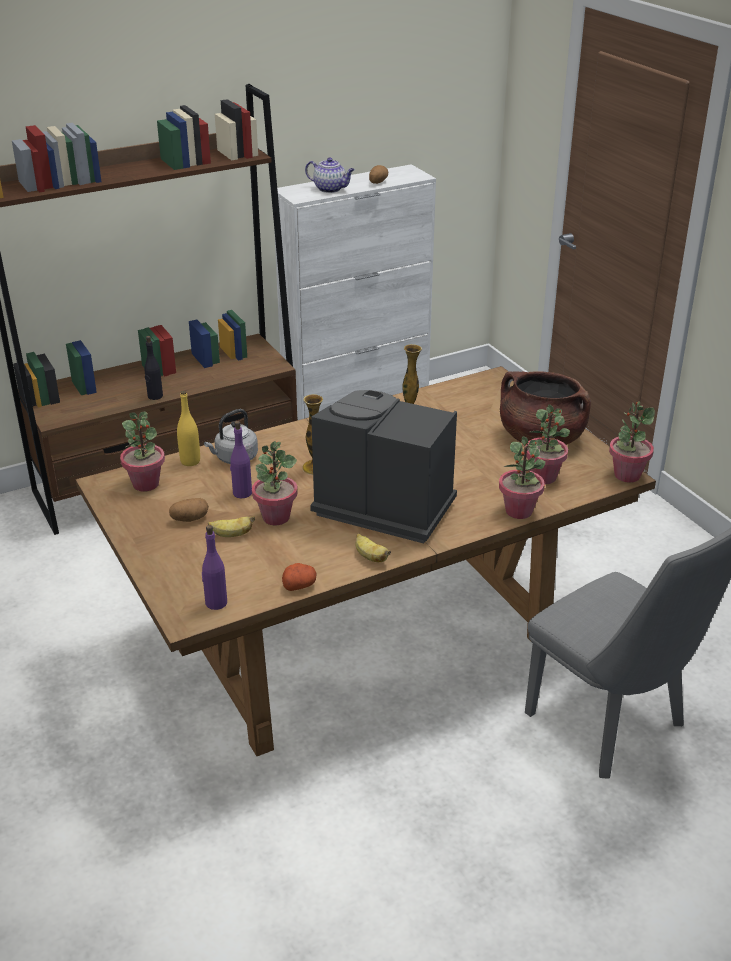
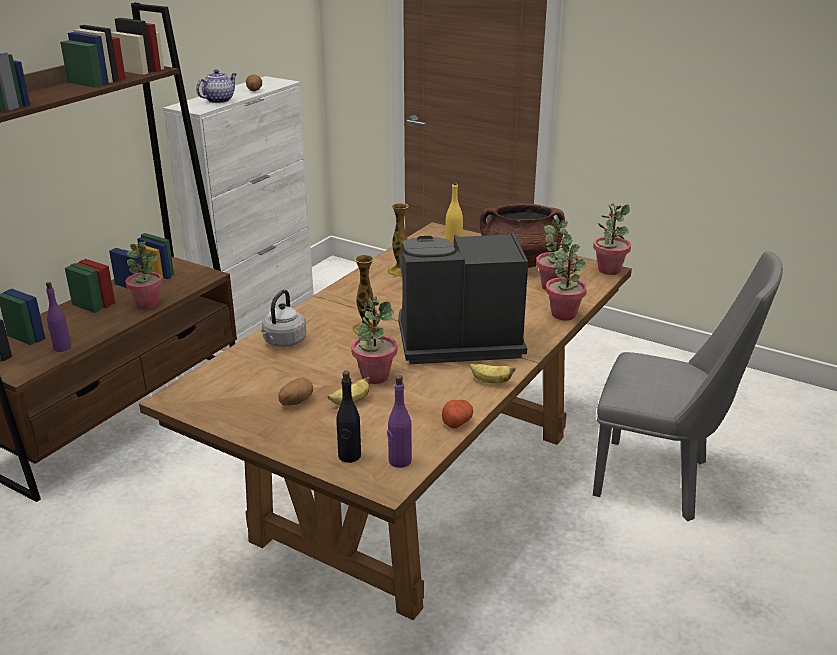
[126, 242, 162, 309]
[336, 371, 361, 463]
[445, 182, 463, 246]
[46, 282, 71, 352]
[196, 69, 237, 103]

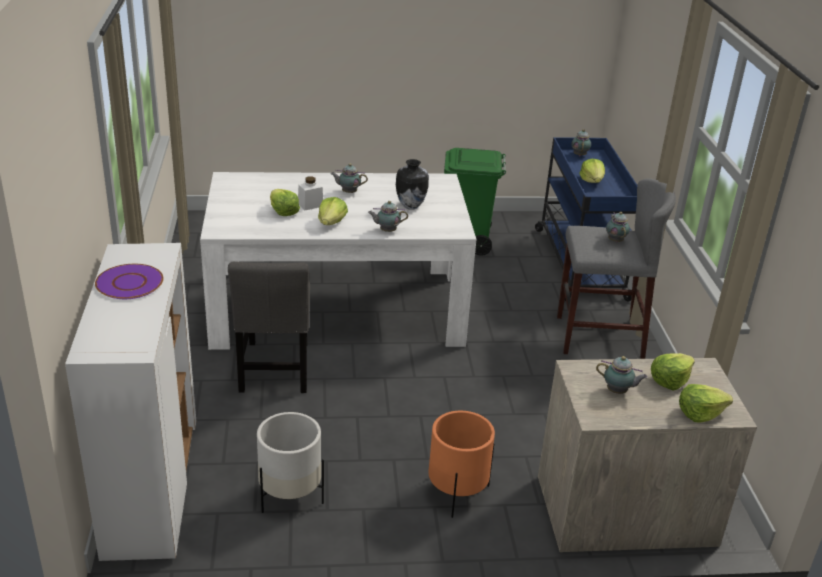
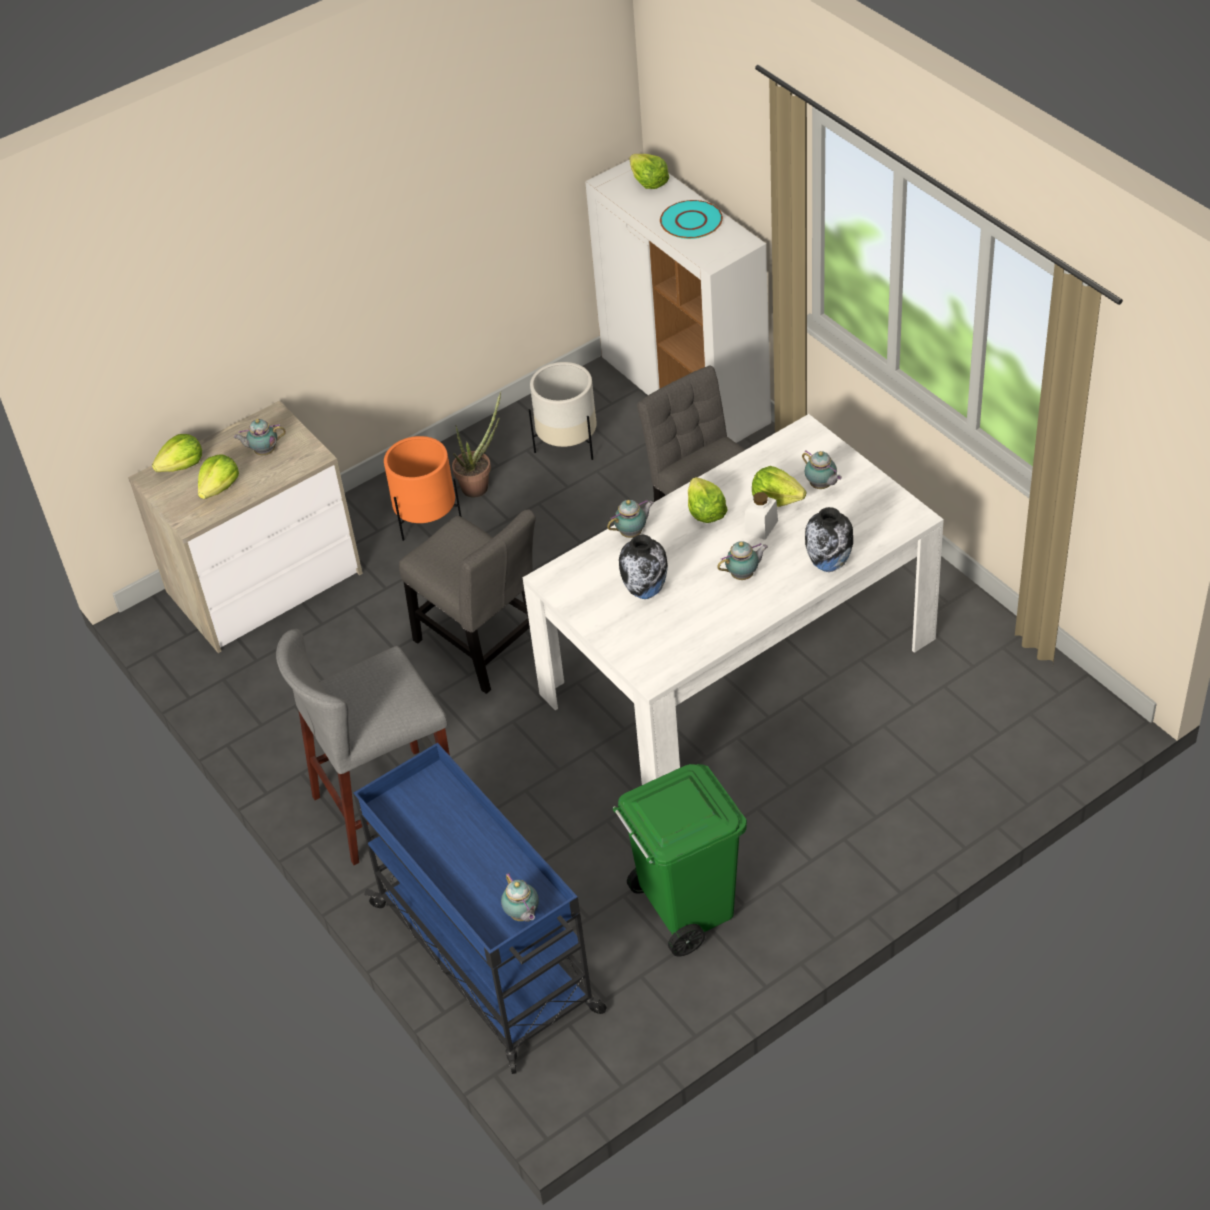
[660, 200, 723, 239]
[629, 154, 669, 189]
[802, 450, 842, 489]
[399, 509, 536, 694]
[452, 391, 501, 498]
[805, 507, 853, 572]

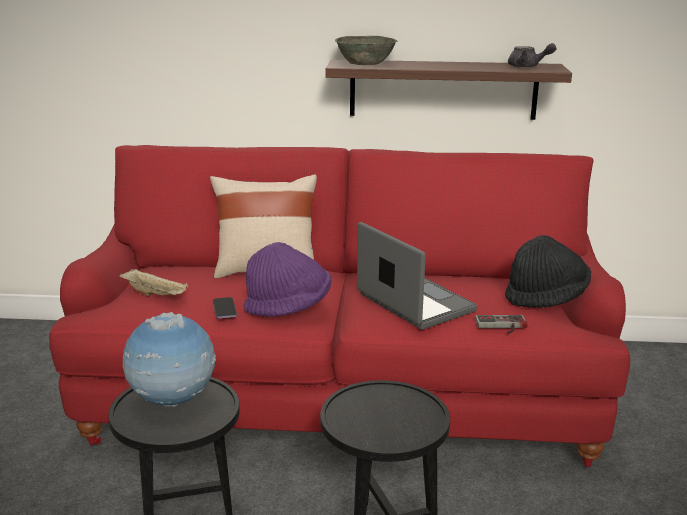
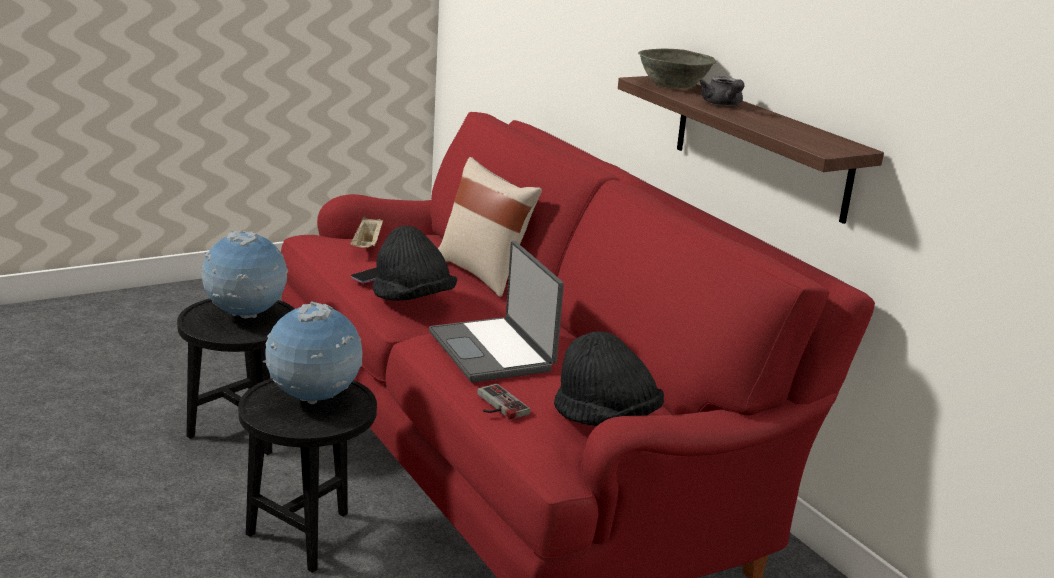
[372, 226, 457, 301]
[429, 241, 564, 383]
[699, 76, 744, 106]
[263, 301, 363, 404]

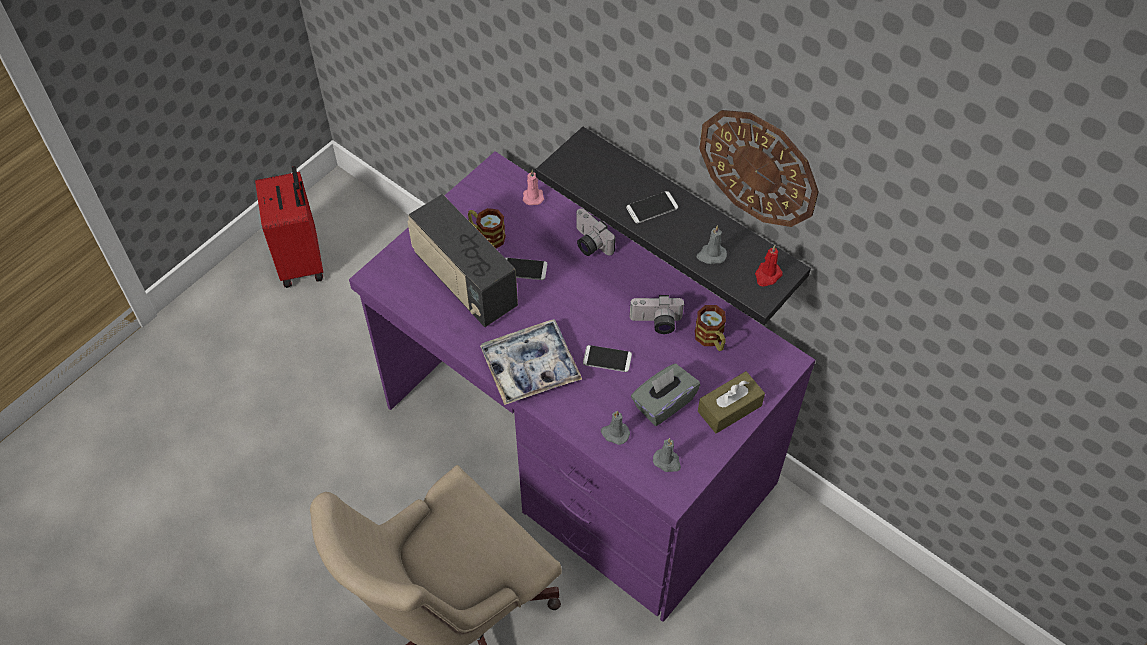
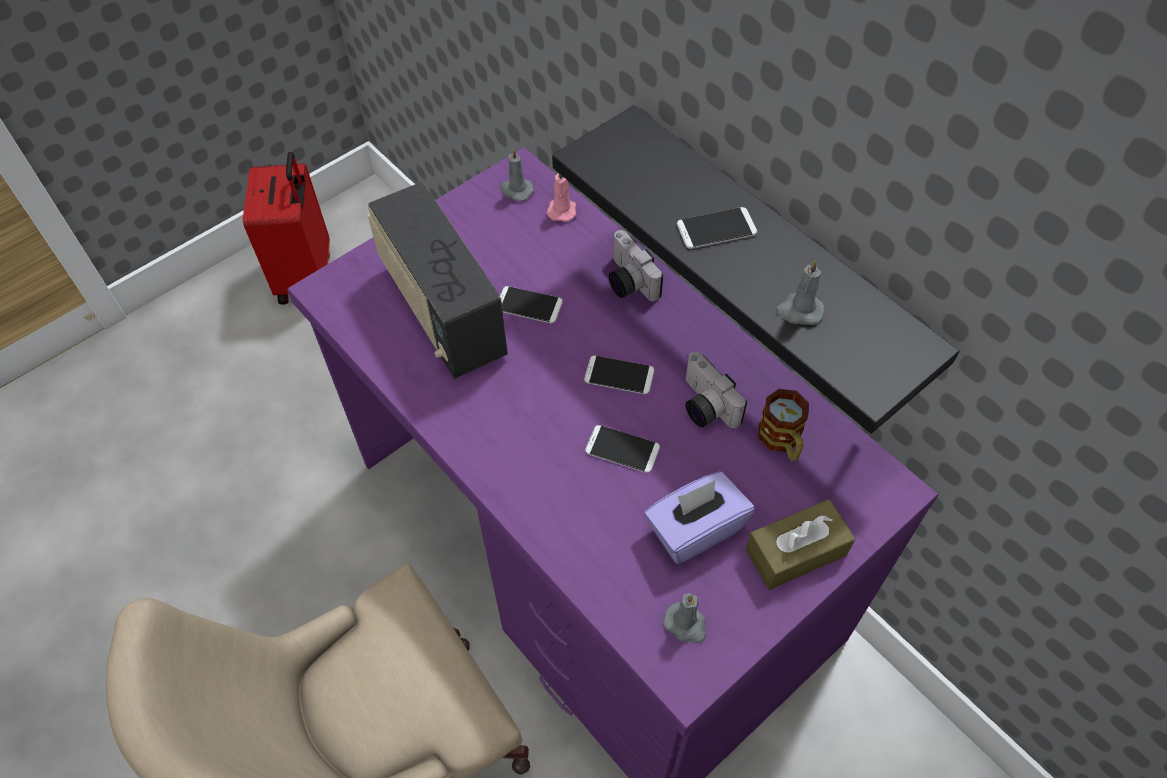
[468, 208, 506, 248] (first image)
[480, 319, 582, 405] (first image)
[500, 148, 534, 201]
[685, 352, 747, 428]
[644, 471, 755, 564]
[699, 110, 819, 227] (first image)
[755, 245, 783, 287] (first image)
[584, 356, 654, 394]

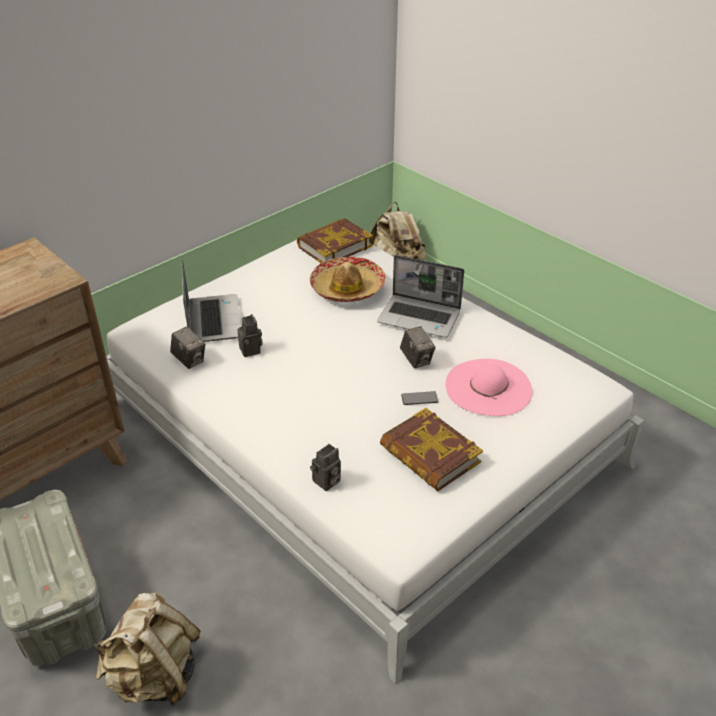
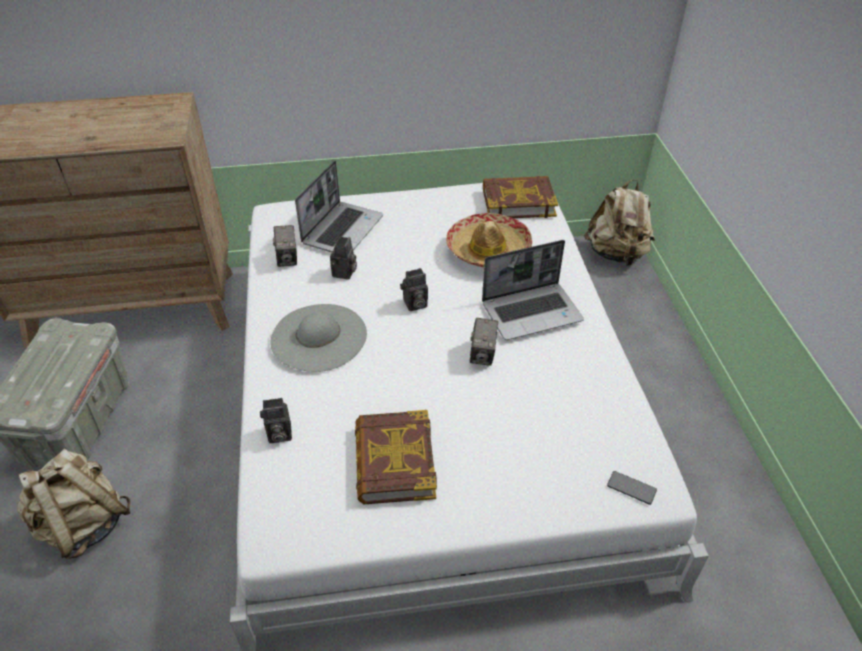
[482, 240, 584, 340]
[607, 471, 657, 505]
[446, 359, 532, 416] (first image)
[270, 304, 367, 372]
[400, 268, 428, 311]

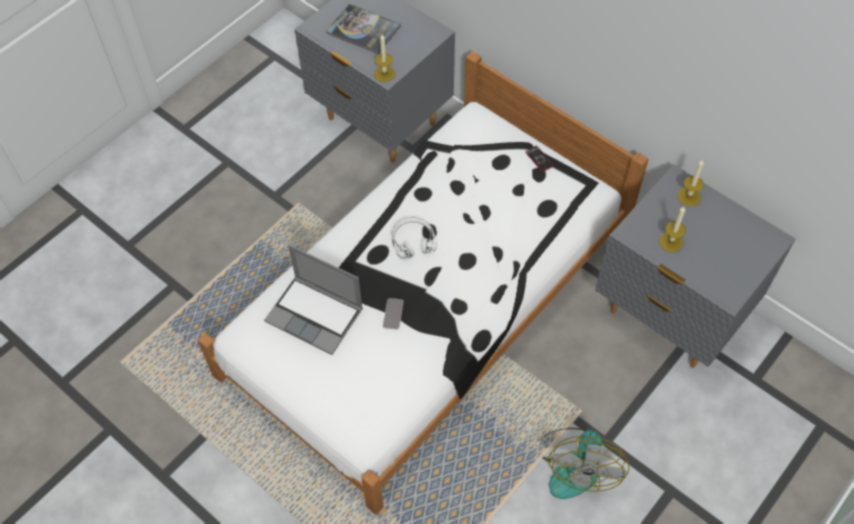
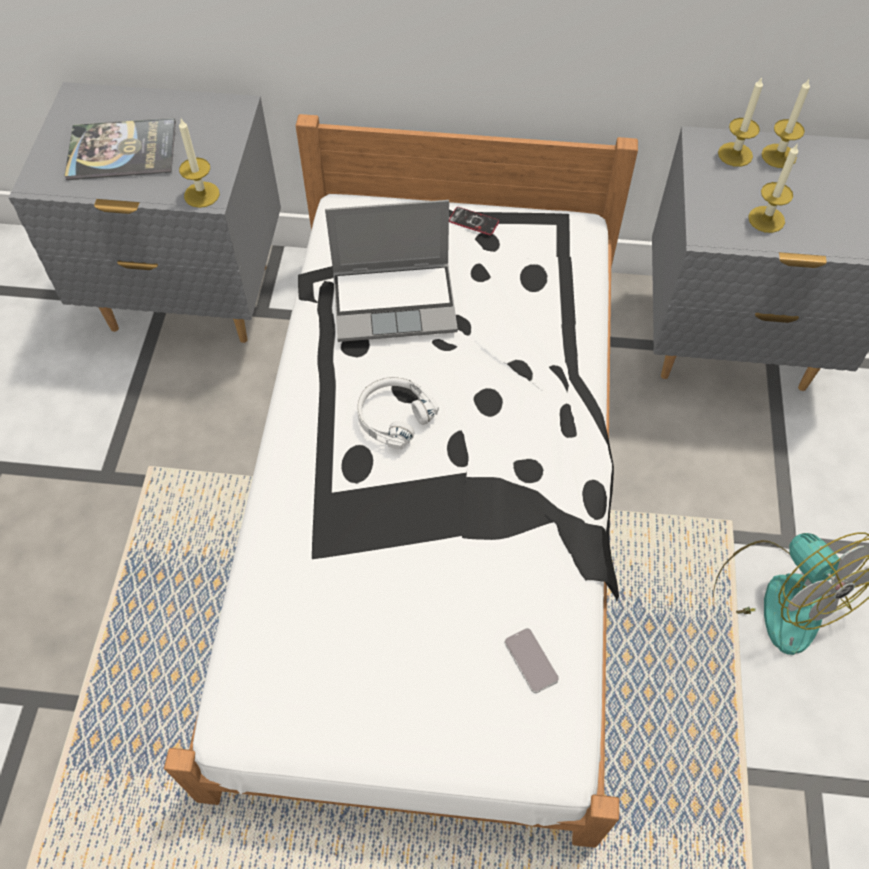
[325, 200, 458, 342]
[505, 628, 559, 693]
[762, 79, 810, 168]

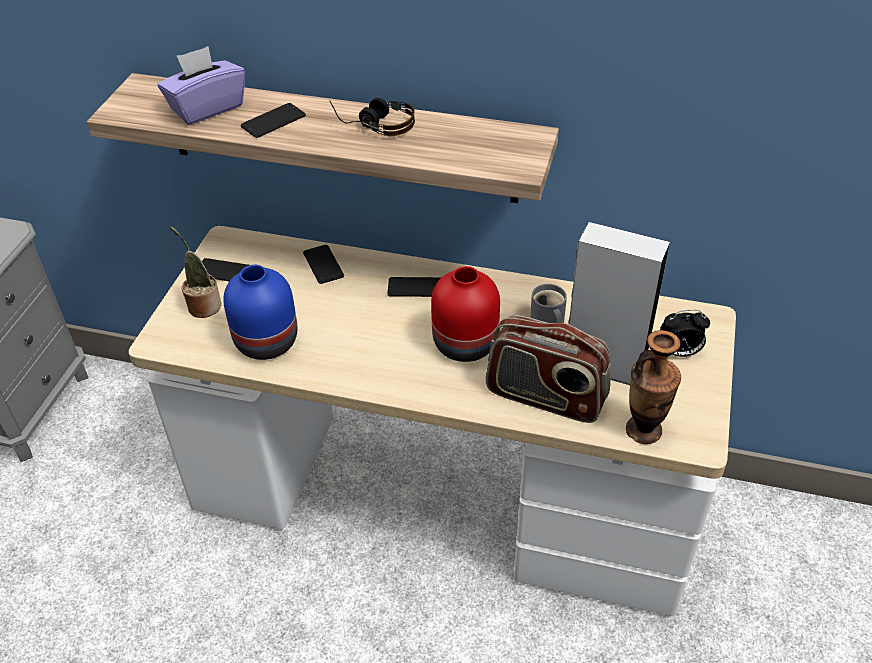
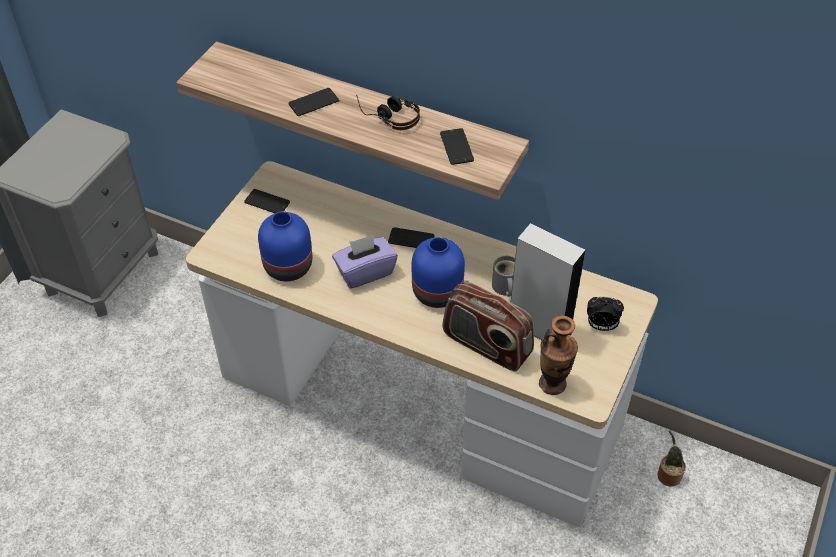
[332, 235, 398, 289]
[658, 430, 686, 487]
[440, 128, 474, 165]
[412, 237, 465, 308]

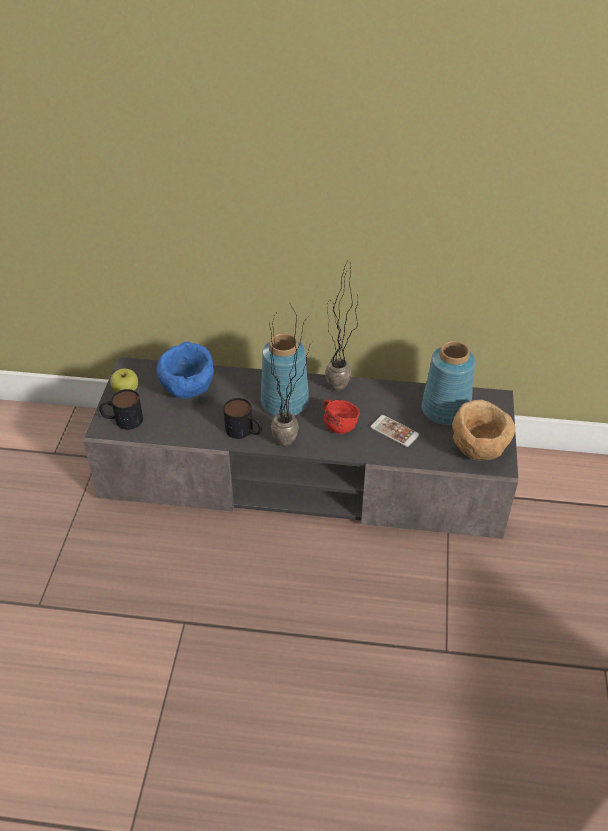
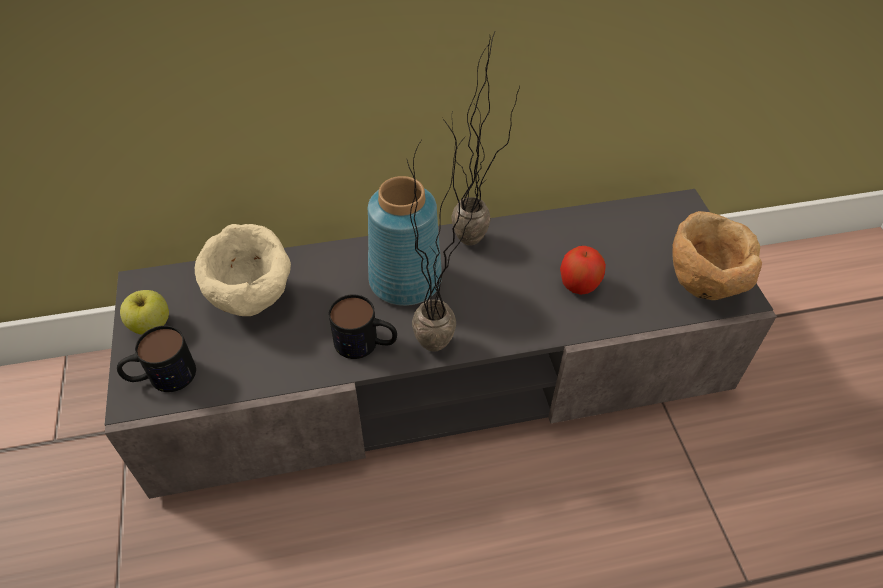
[195, 224, 291, 316]
[323, 399, 360, 434] (first image)
[560, 246, 606, 295]
[422, 341, 476, 425] (first image)

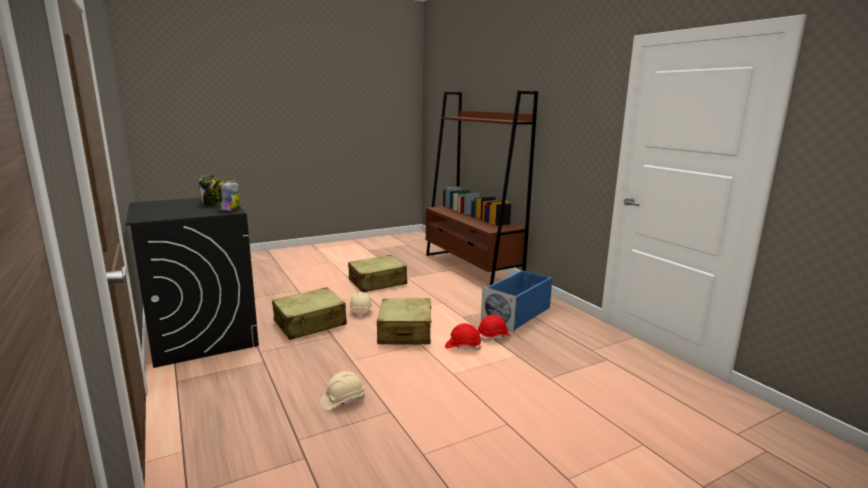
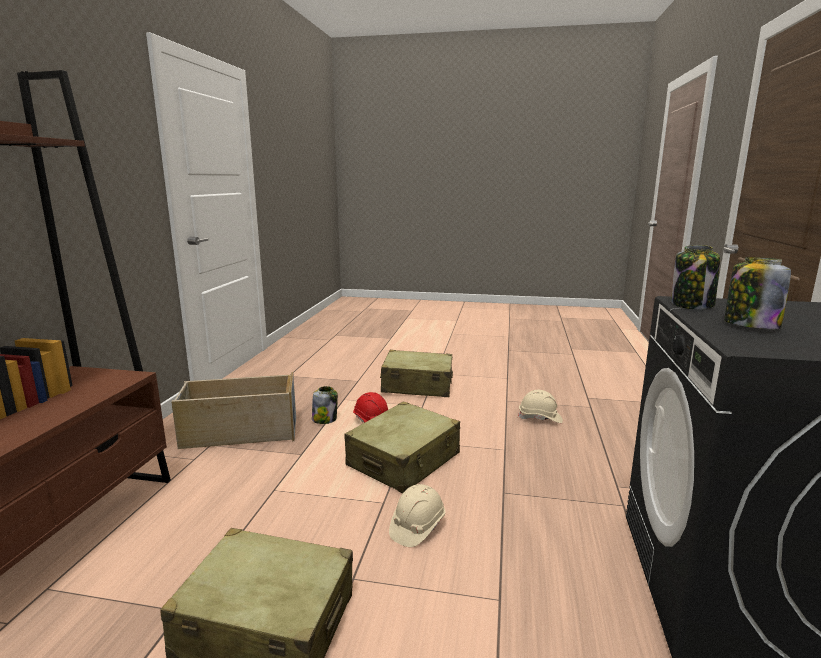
[380, 350, 453, 397]
[312, 386, 338, 424]
[171, 372, 296, 449]

